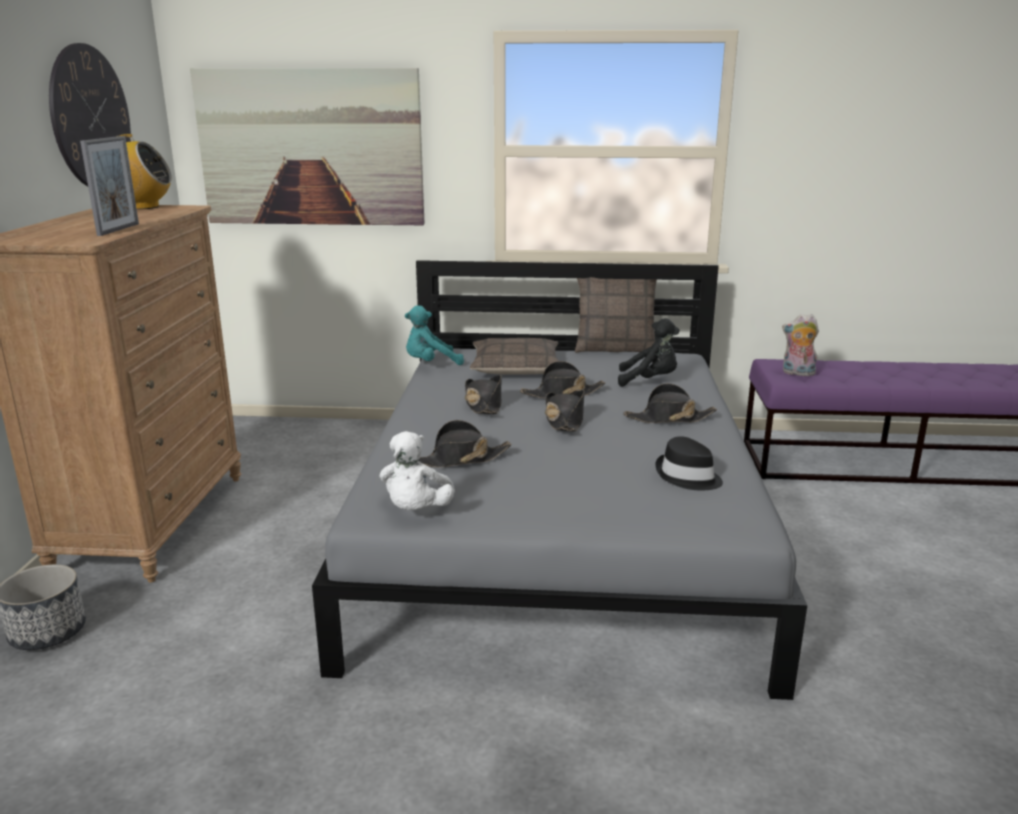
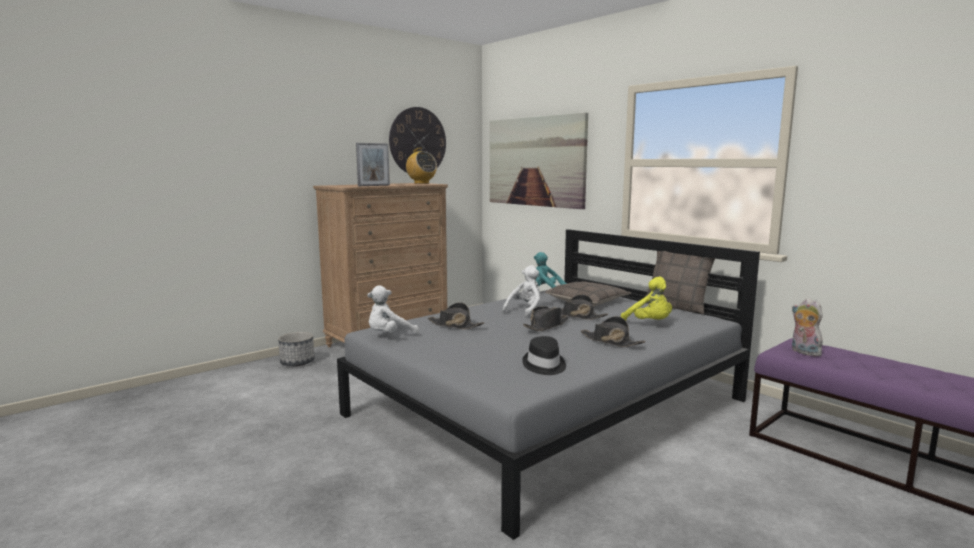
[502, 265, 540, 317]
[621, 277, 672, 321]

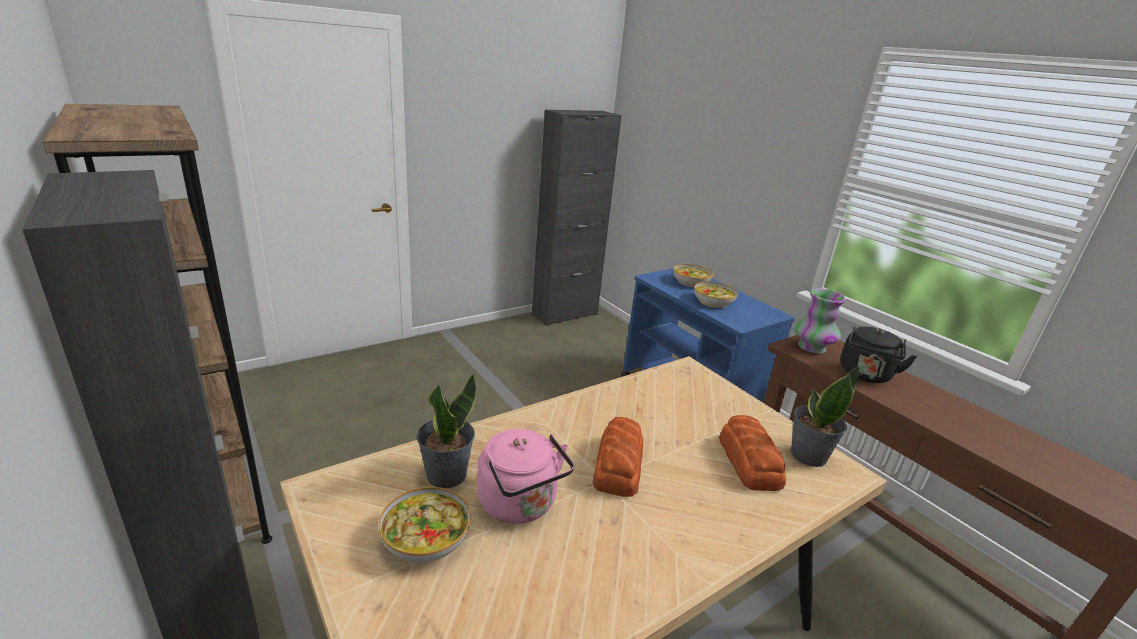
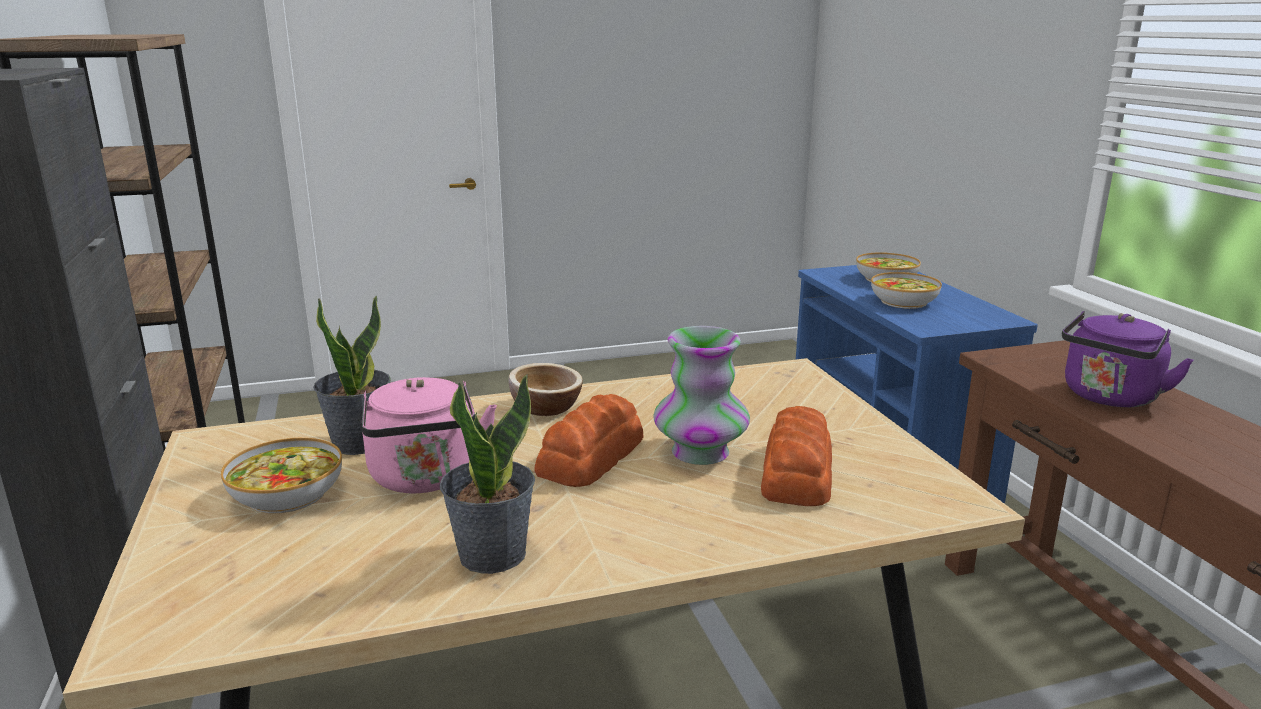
[532, 110, 622, 326] (first image)
[440, 374, 535, 574]
[653, 326, 750, 465]
[1062, 311, 1194, 407]
[509, 363, 583, 416]

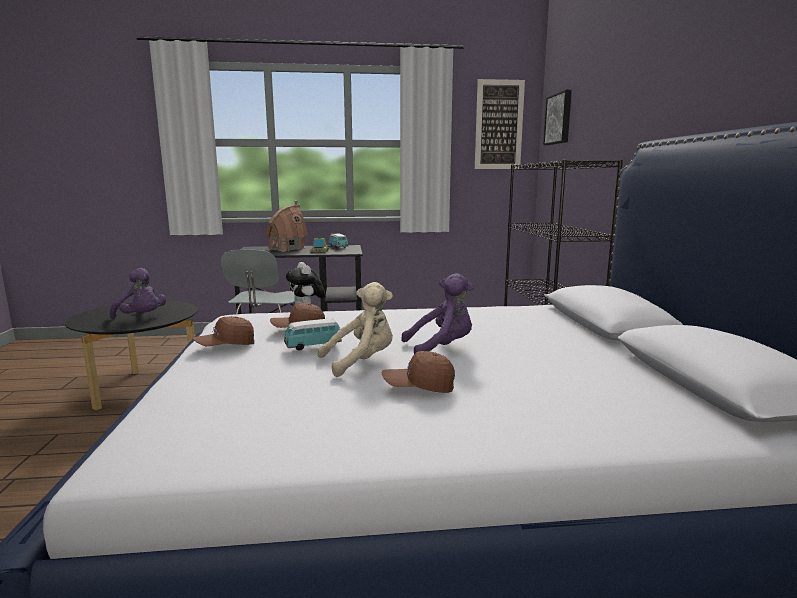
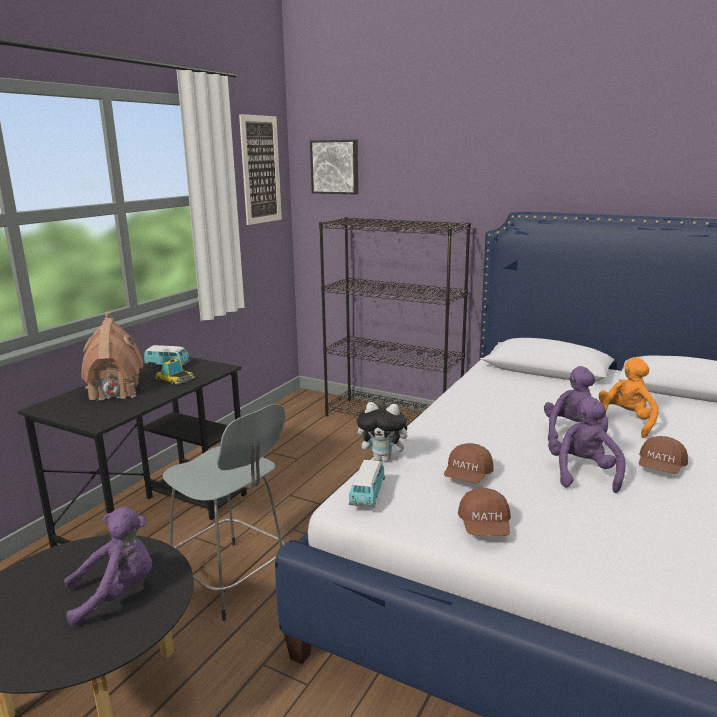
[349, 460, 385, 508]
[548, 396, 626, 493]
[599, 357, 659, 438]

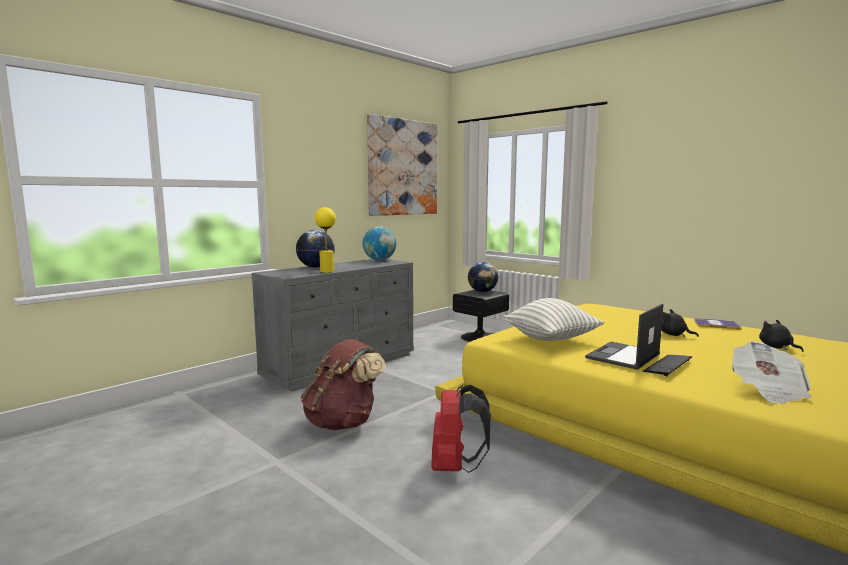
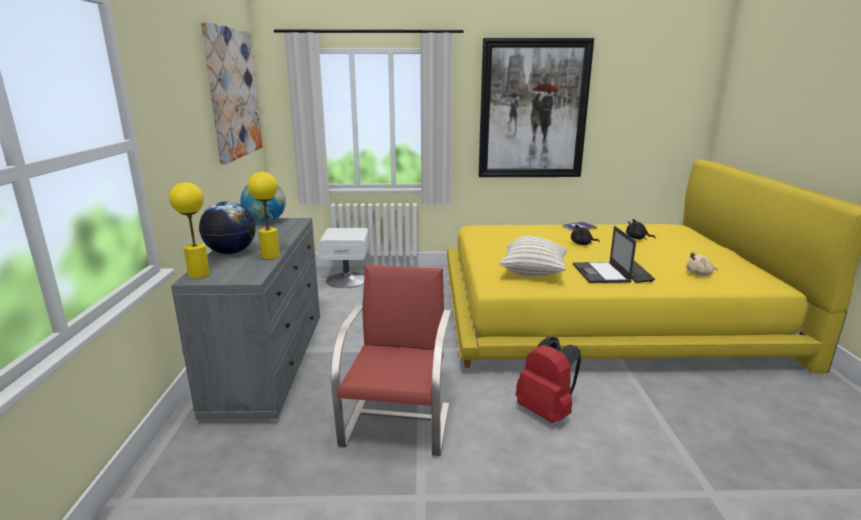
[331, 265, 451, 456]
[318, 228, 369, 288]
[468, 262, 498, 292] (first image)
[686, 252, 718, 276]
[169, 182, 210, 279]
[478, 38, 594, 177]

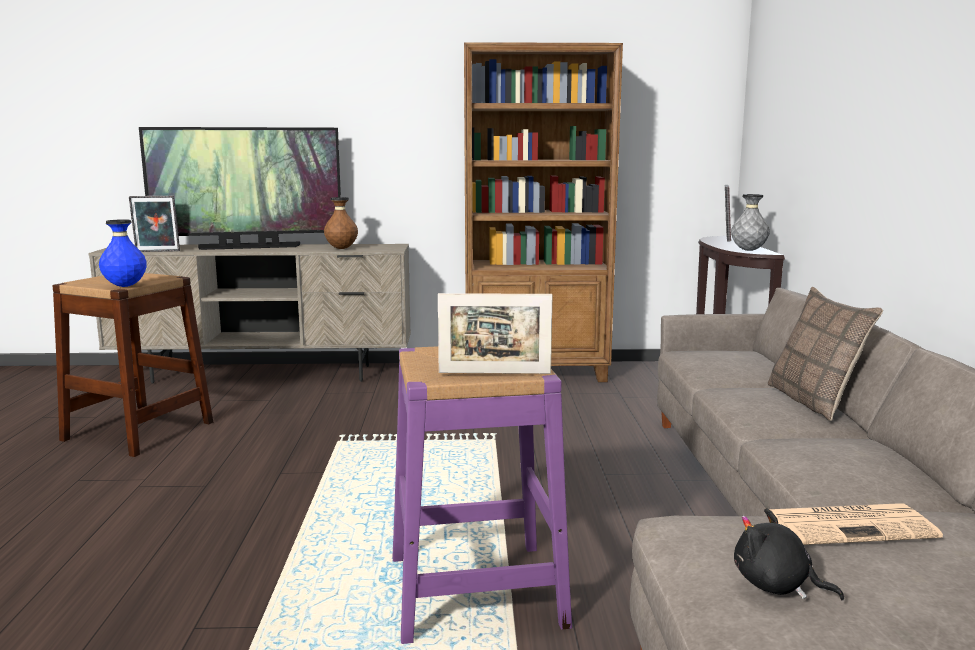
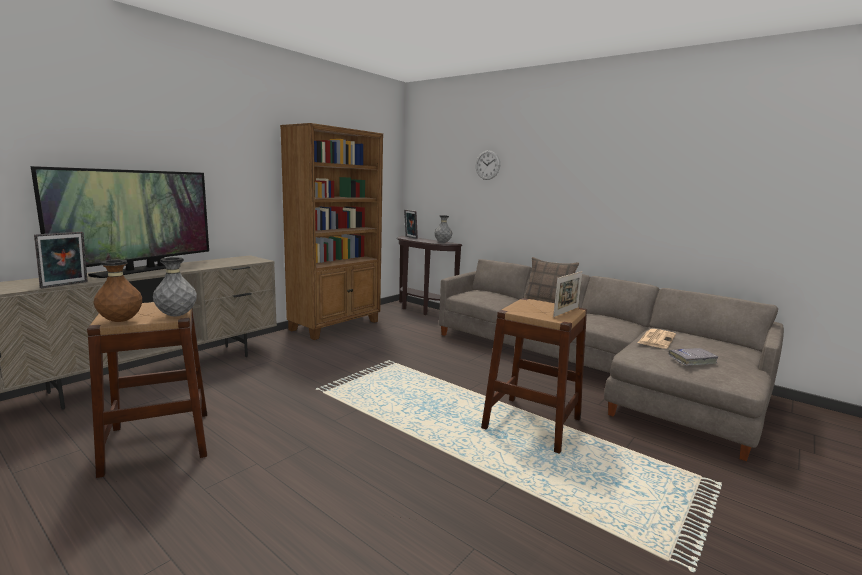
[153, 257, 197, 316]
[93, 260, 142, 322]
[481, 298, 587, 454]
[669, 348, 719, 366]
[476, 150, 500, 180]

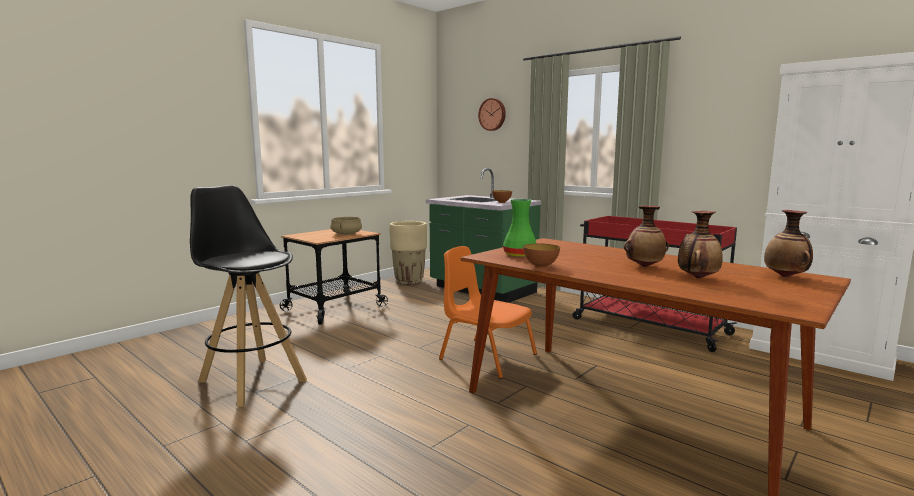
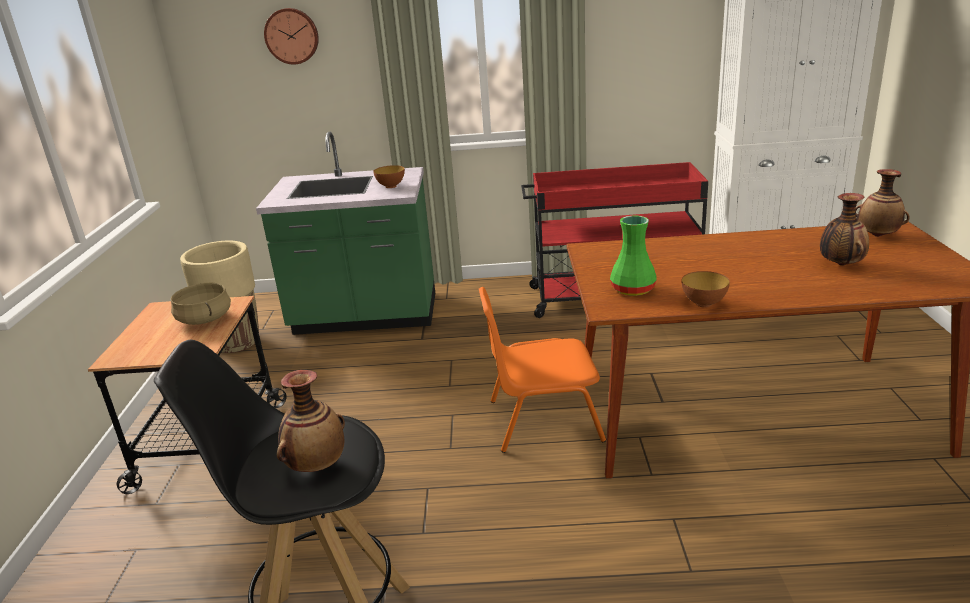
[277, 370, 345, 472]

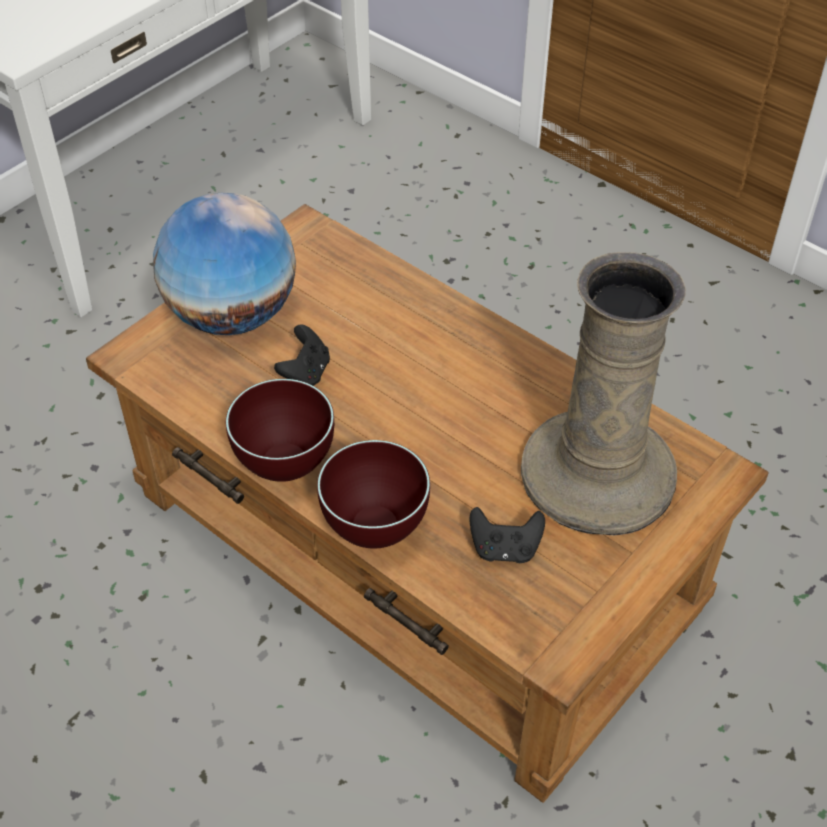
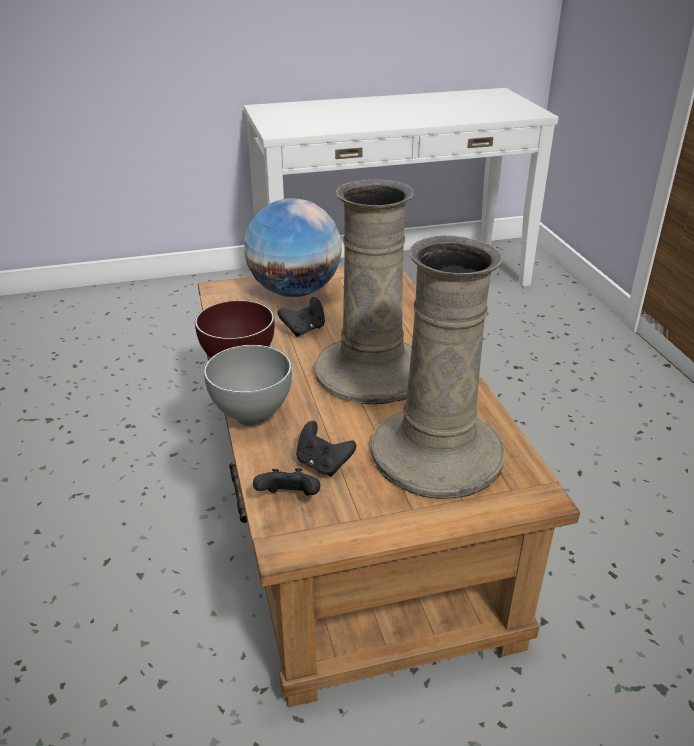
[204, 345, 292, 426]
[253, 468, 320, 496]
[315, 179, 414, 404]

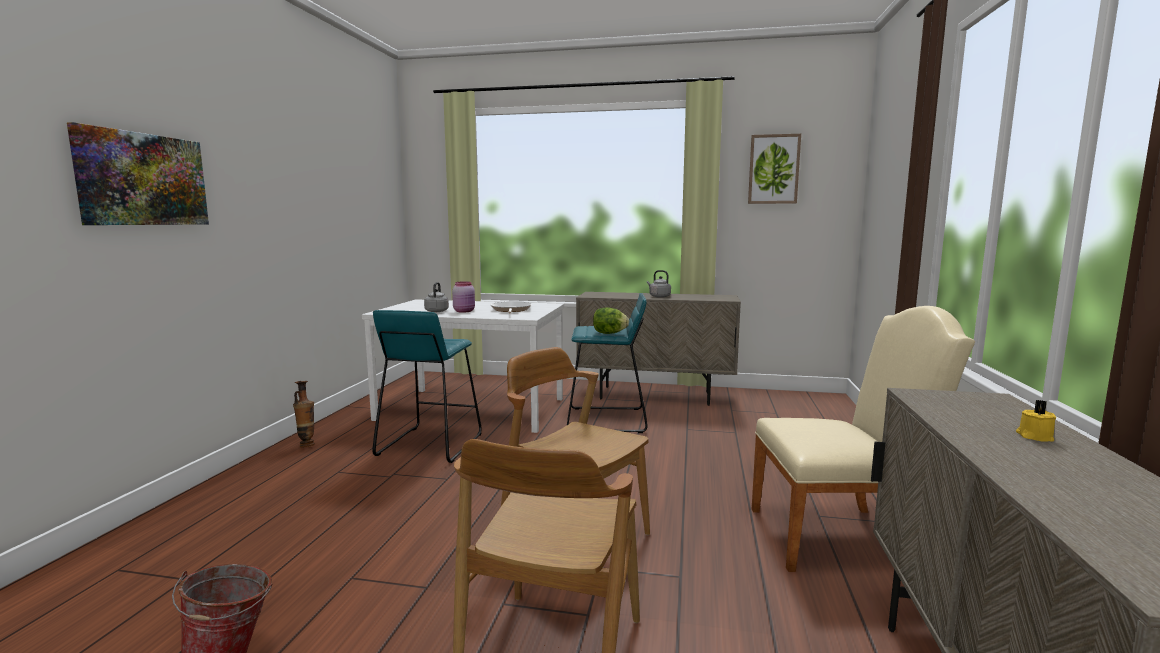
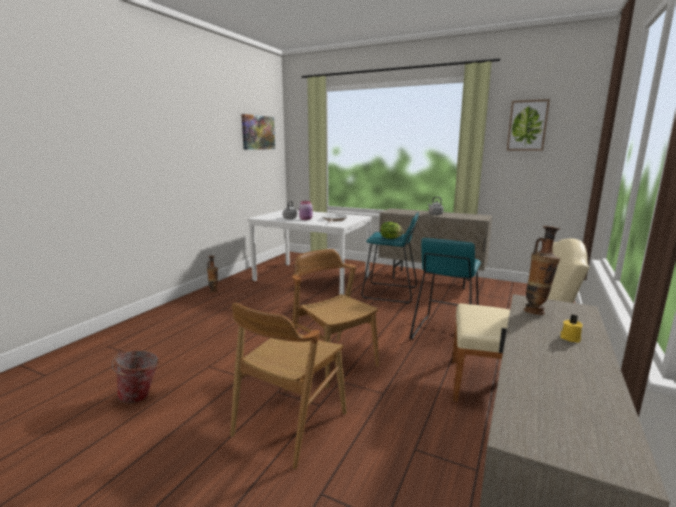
[241, 114, 275, 150]
[410, 238, 481, 340]
[524, 226, 560, 315]

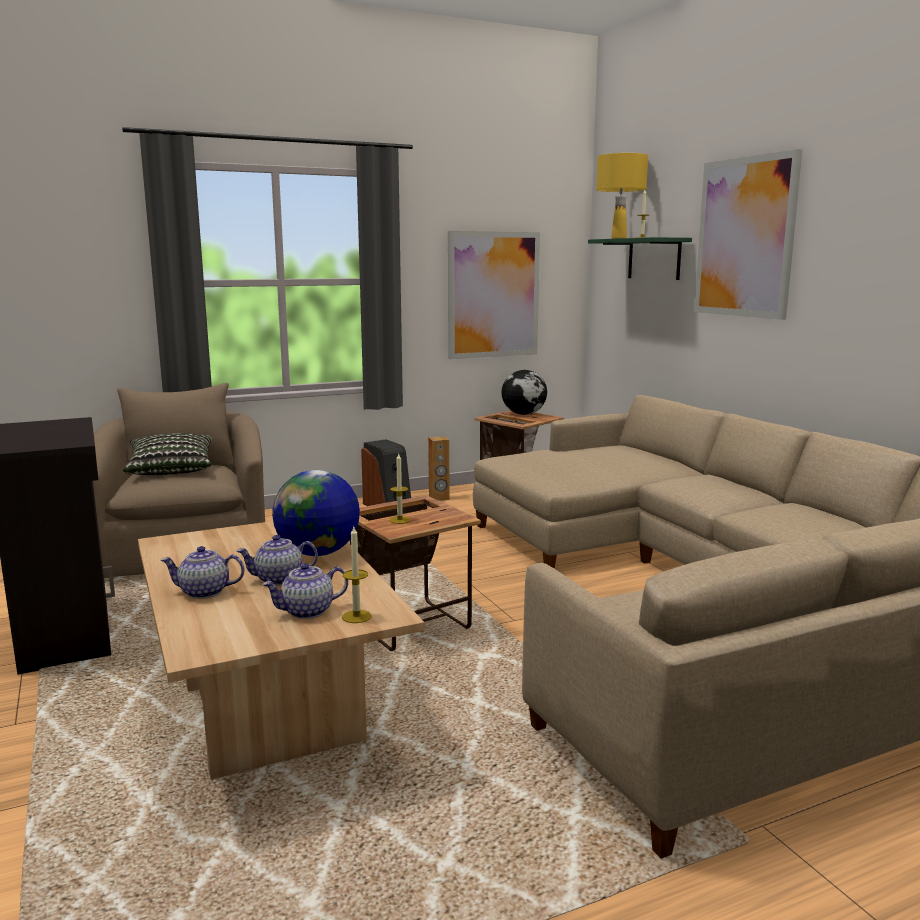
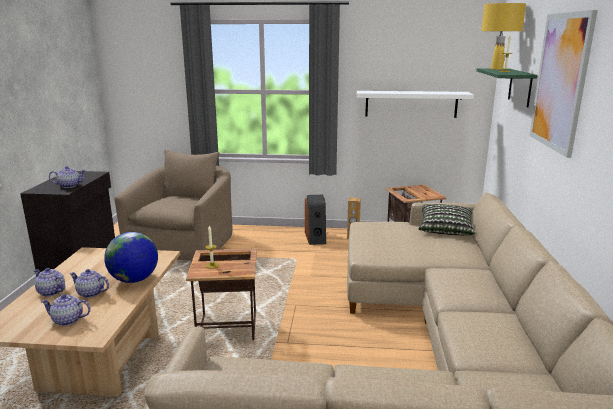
[419, 204, 475, 235]
[342, 527, 372, 623] (first image)
[357, 91, 474, 118]
[501, 370, 547, 415] (first image)
[49, 166, 86, 188]

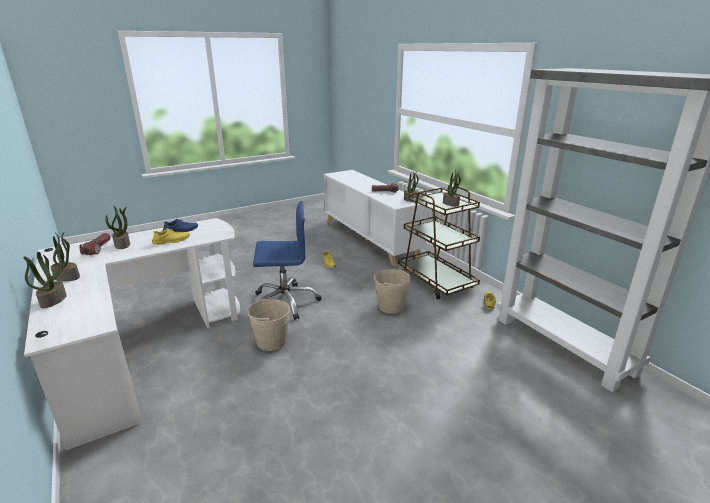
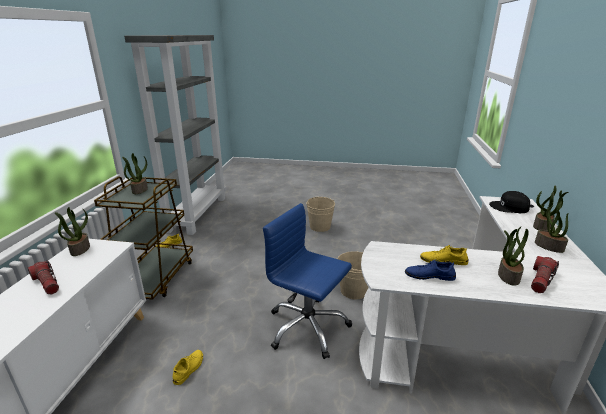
[306, 197, 335, 232]
[489, 191, 530, 213]

